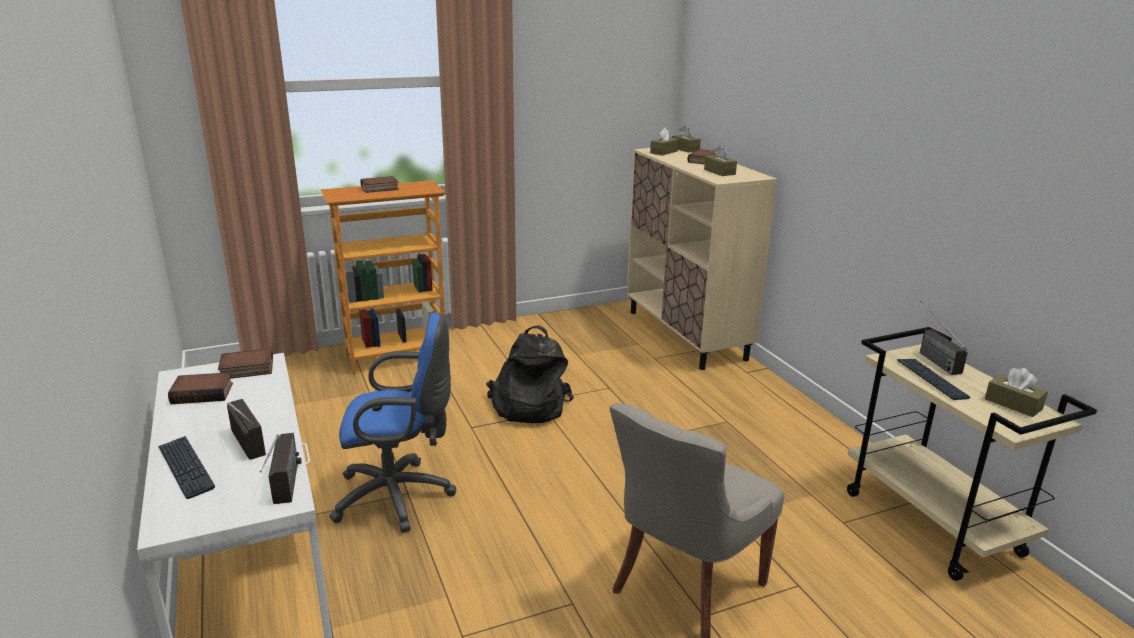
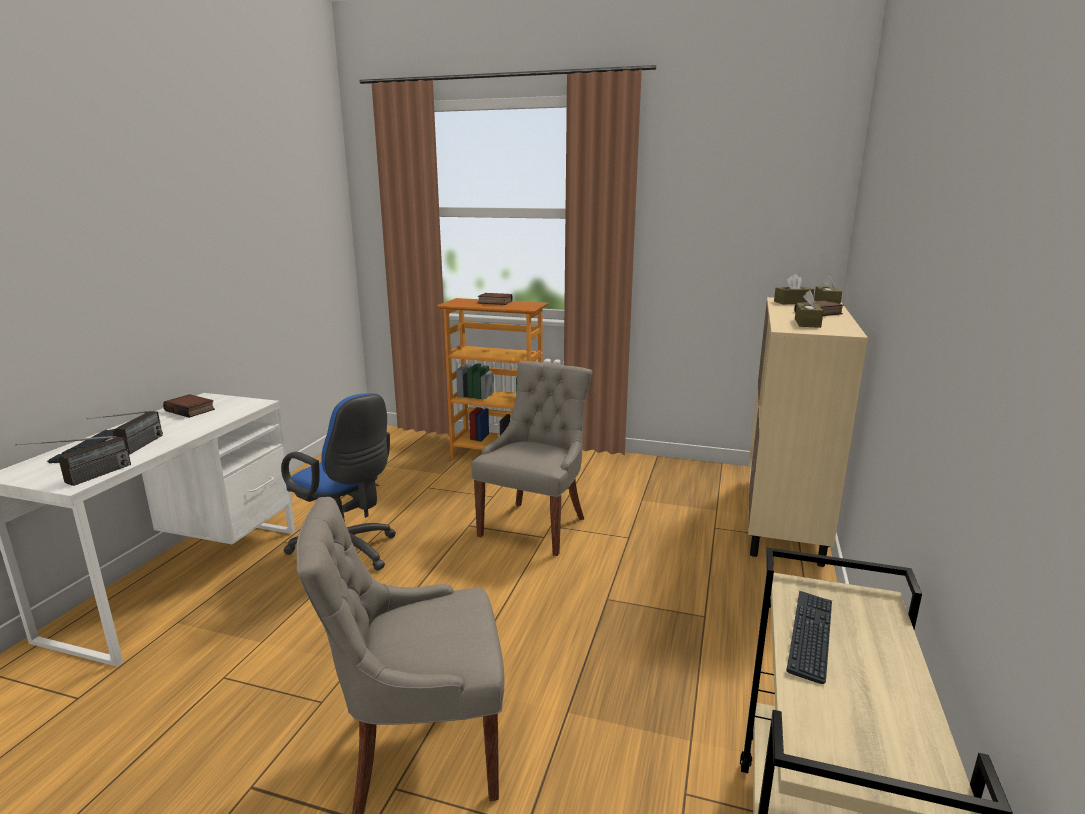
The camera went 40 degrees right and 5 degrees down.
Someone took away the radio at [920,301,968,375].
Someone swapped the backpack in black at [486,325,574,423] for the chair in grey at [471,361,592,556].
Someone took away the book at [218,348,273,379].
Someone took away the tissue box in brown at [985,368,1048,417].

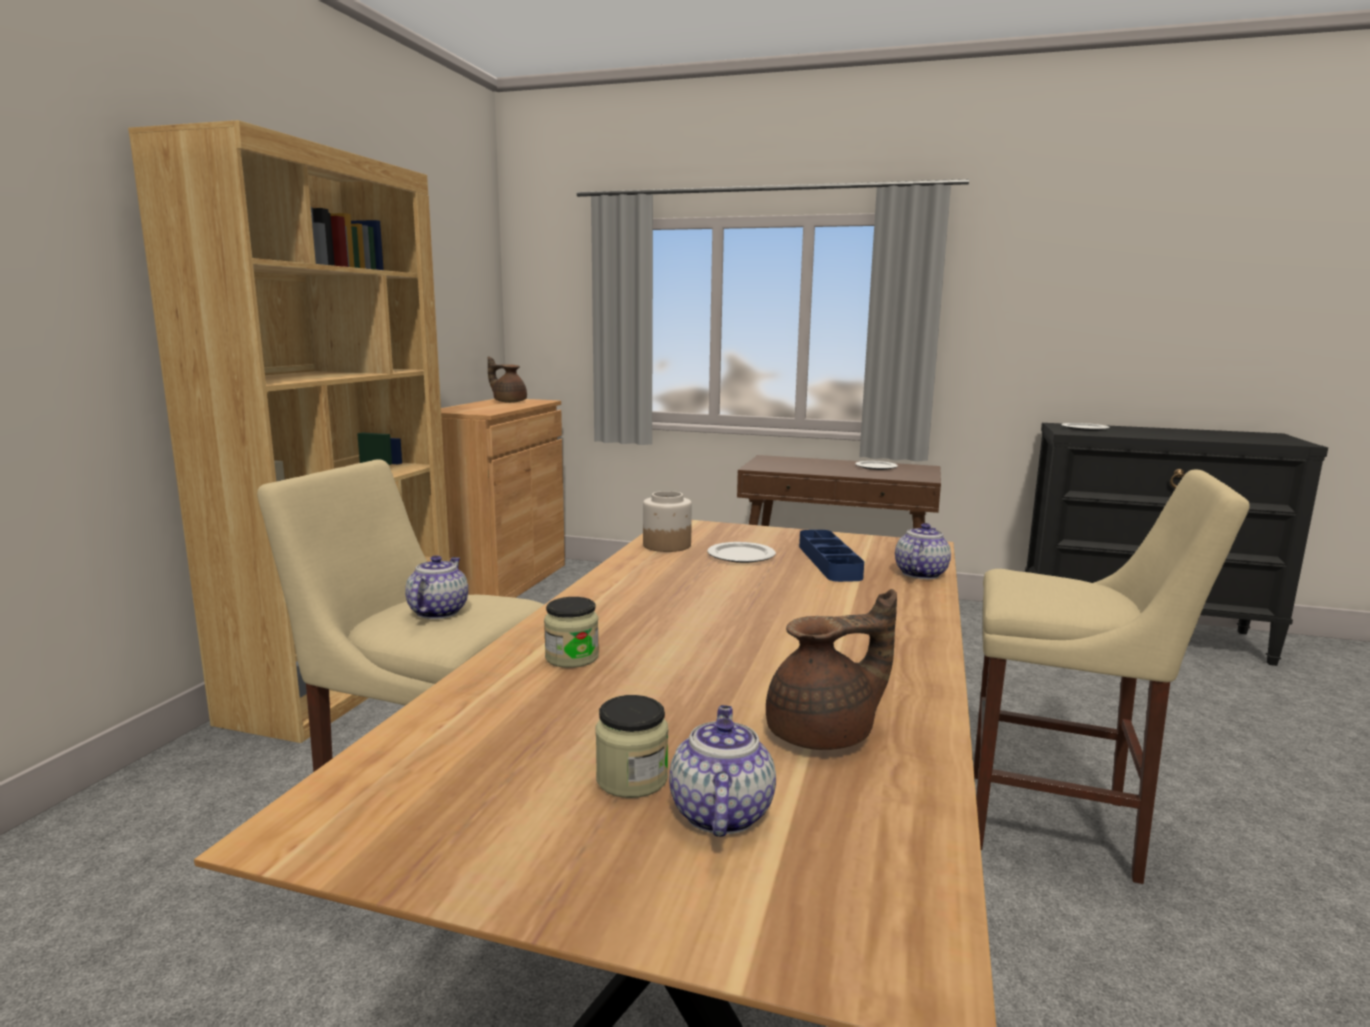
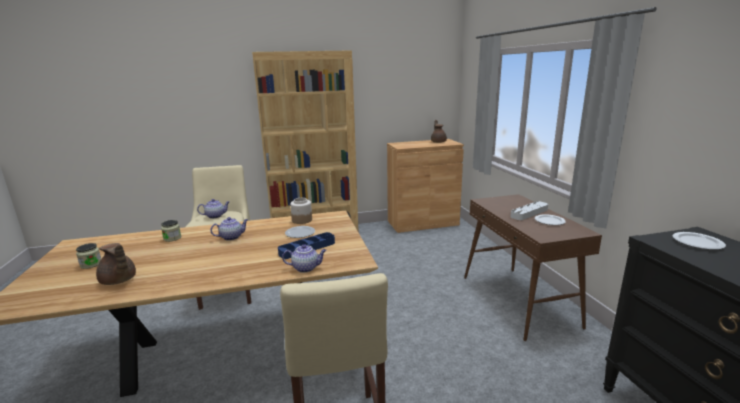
The camera went 60 degrees right and 5 degrees up.
Someone carried the teapot from [669,705,776,837] to [210,217,248,241].
Someone put down the tray in grey at [510,201,548,220].

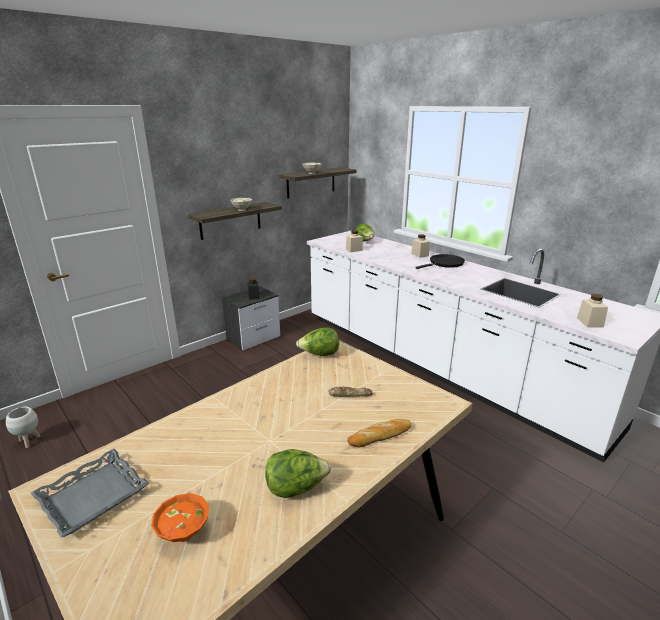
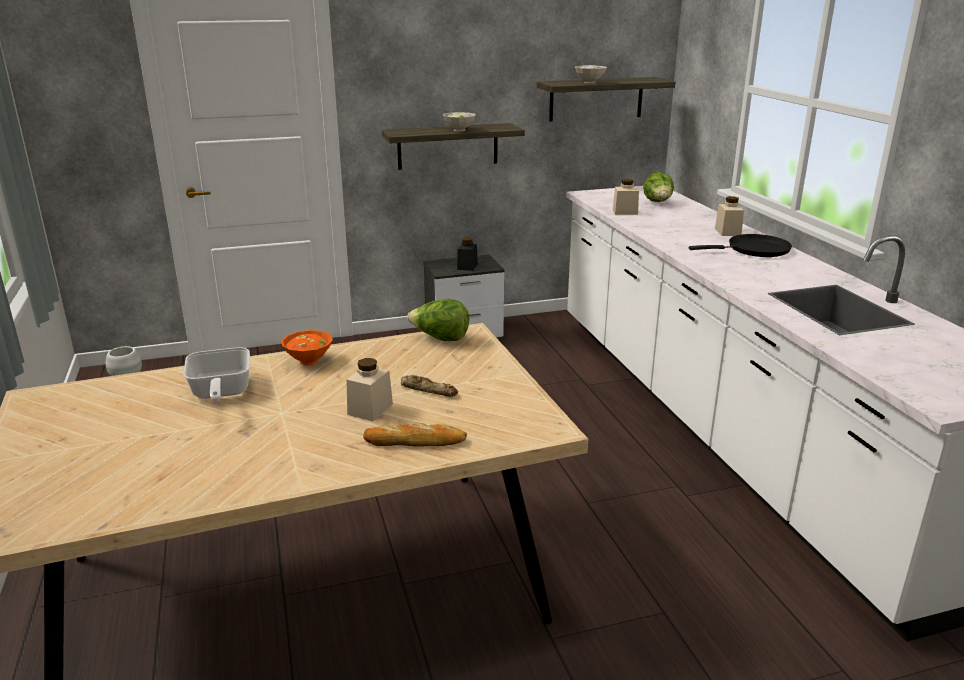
The camera went 25 degrees right and 0 degrees up.
Someone carried the jar in beige from [577,294,608,327] to [346,358,393,421].
Someone took away the tray in grey at [31,449,149,538].
Someone took away the lettuce at [265,449,331,498].
Someone carried the bowl in orange from [151,493,209,542] to [281,330,333,366].
Someone put down the frying pan at [183,347,250,402].

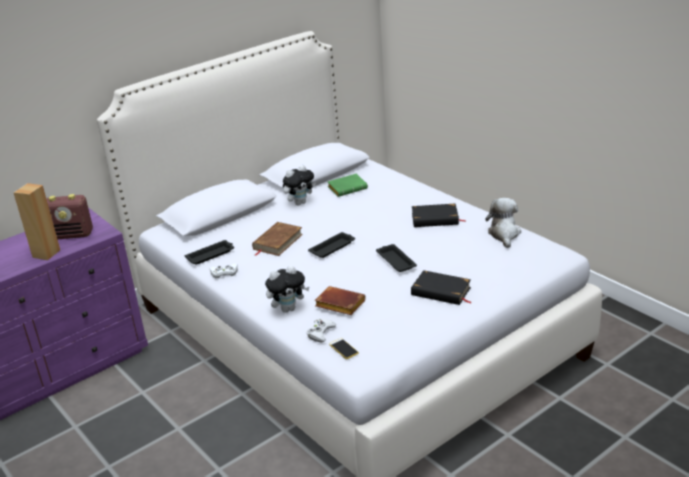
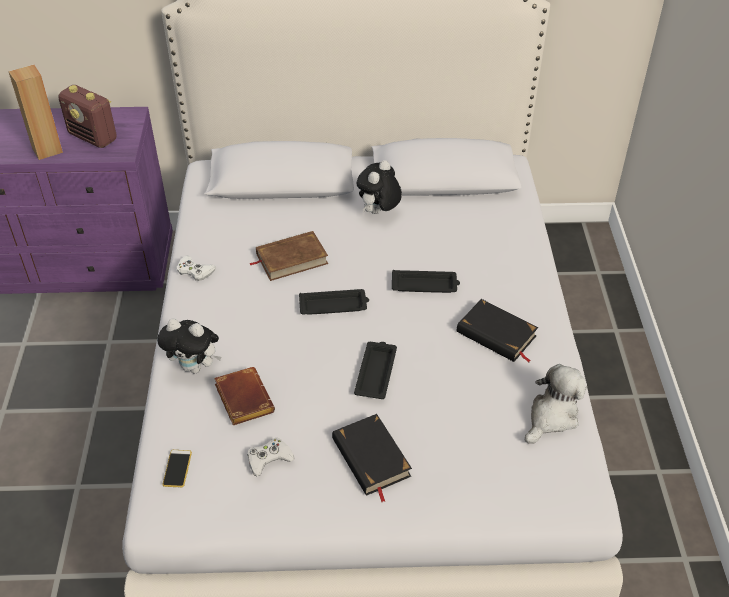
The camera went 35 degrees right and 15 degrees up.
Someone rotated the plush toy at [283,165,316,205] by 120 degrees clockwise.
Someone took away the book in green at [328,174,368,197].
Someone carried the tray in black from [184,240,234,265] to [392,270,460,293].
Someone carried the game controller in white from [306,319,337,342] to [247,438,294,477].

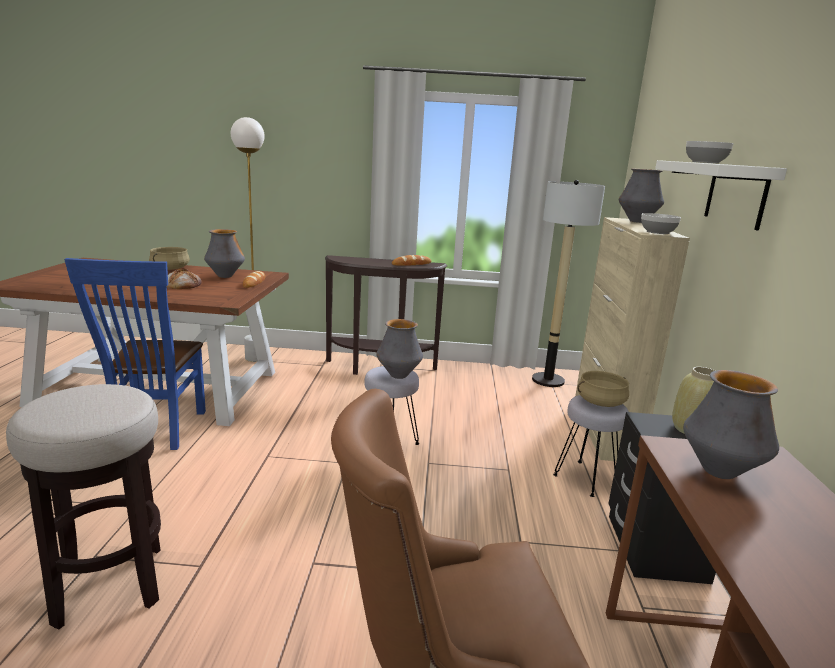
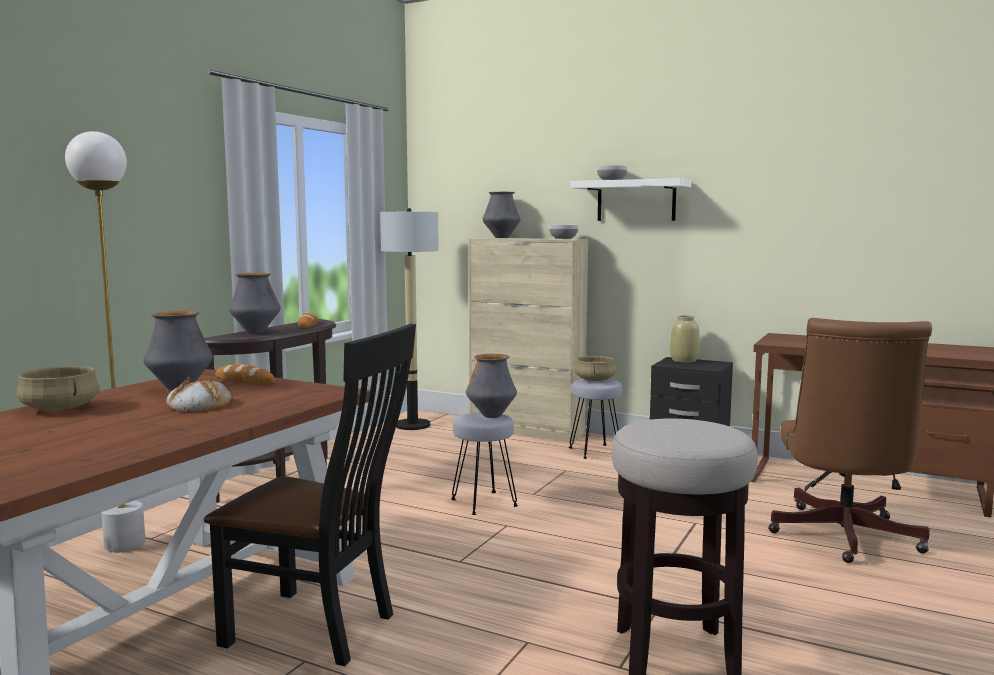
The camera went 65 degrees left and 10 degrees down.
Someone repainted the chair in blue at [64,258,206,450], which became the chair in black at [204,324,416,666].
Someone carried the vase from [683,370,779,479] to [229,273,281,333].

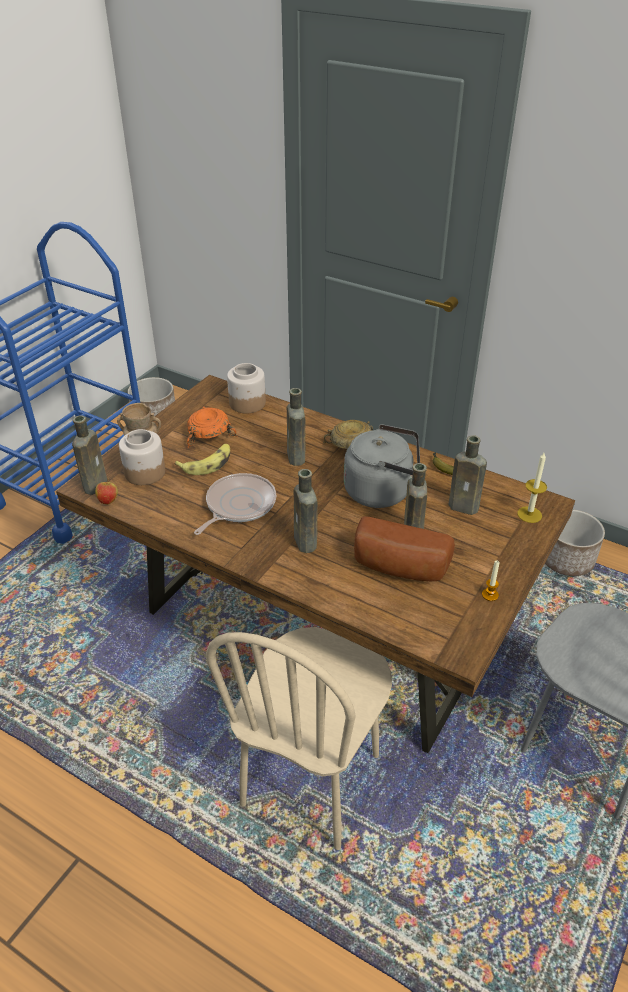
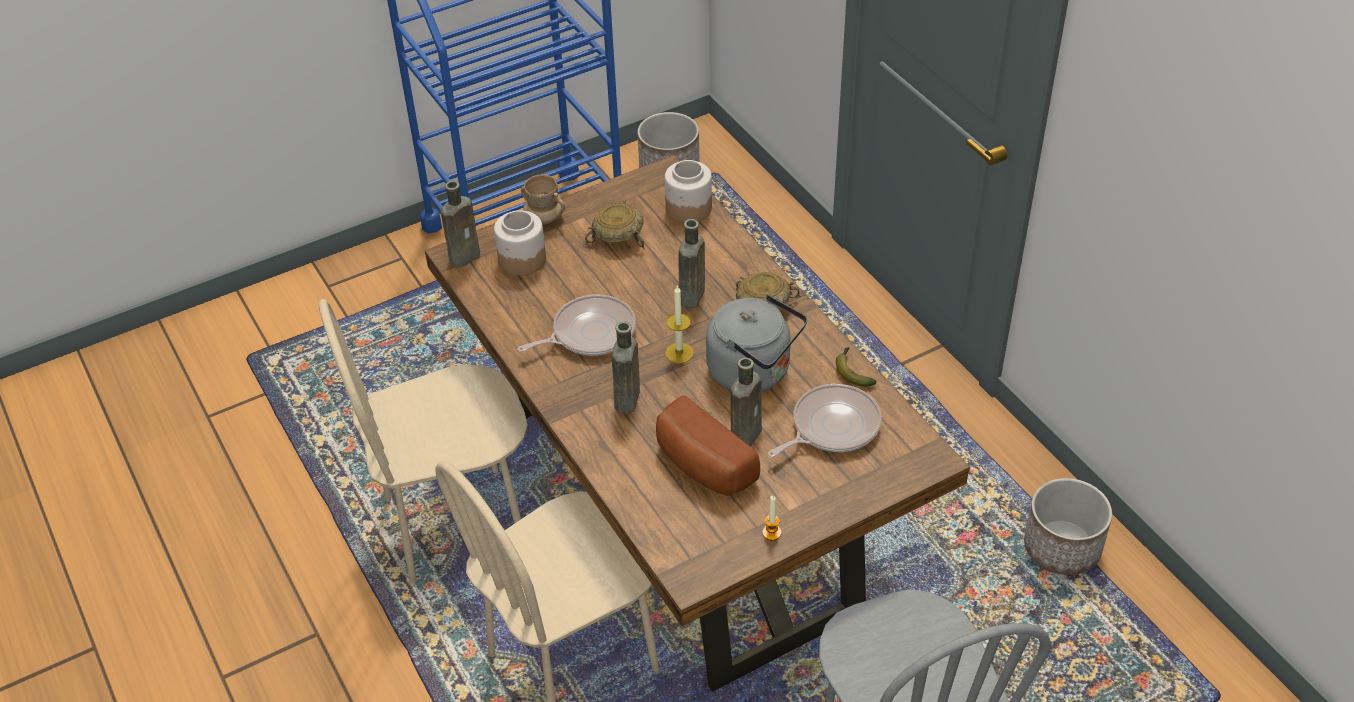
The camera went 30 degrees right and 5 degrees up.
Someone repainted the bowl in orange at [187,406,237,448], which became the bowl in beige at [585,200,645,249].
Someone swapped the bottle in brown at [449,435,487,515] for the frying pan at [768,384,882,457].
Someone took away the banana at [175,444,230,475].
Someone carried the candle from [517,453,547,523] to [665,285,694,364].
Someone took away the apple at [95,479,118,505].
Someone put down the chair in beige at [319,299,527,584].

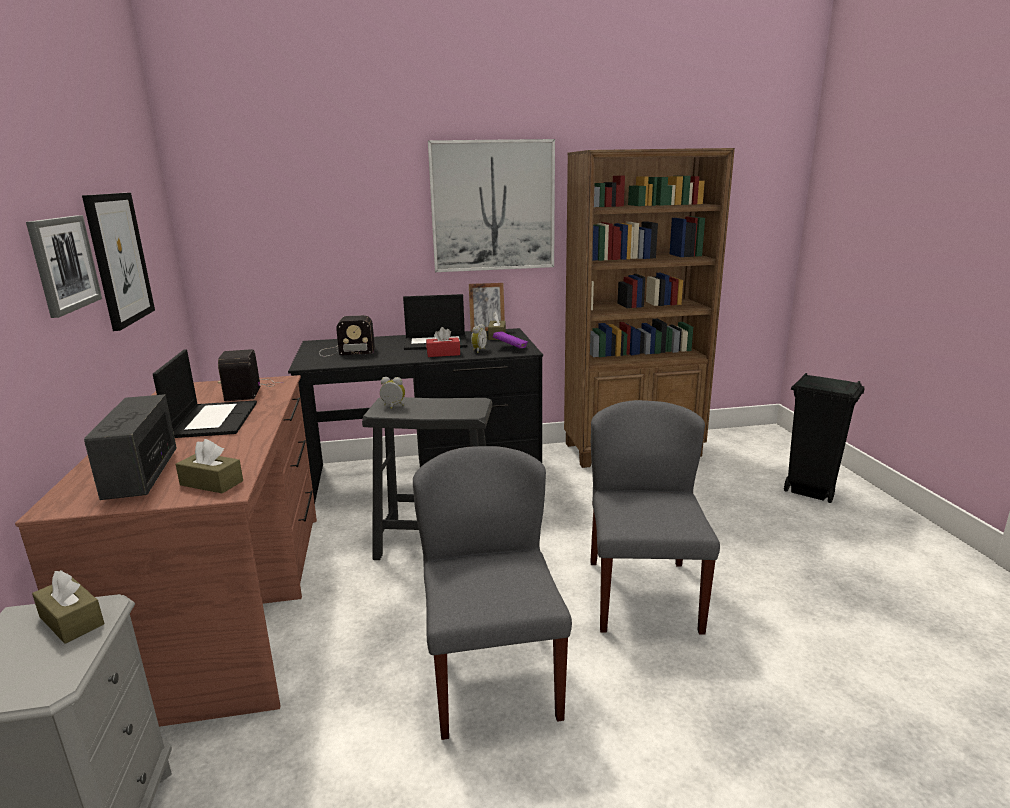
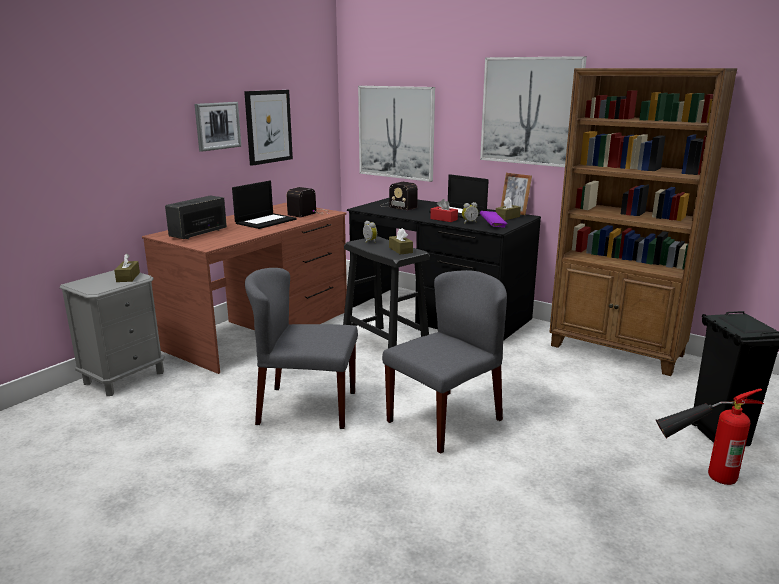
The camera went 45 degrees right and 0 degrees up.
Someone carried the tissue box in brown from [175,439,243,493] to [389,228,413,255].
Someone rotated the chair in grey at [413,446,572,740] by 120 degrees counterclockwise.
Someone put up the picture at [358,86,435,182].
Someone put down the fire extinguisher at [656,388,764,485].

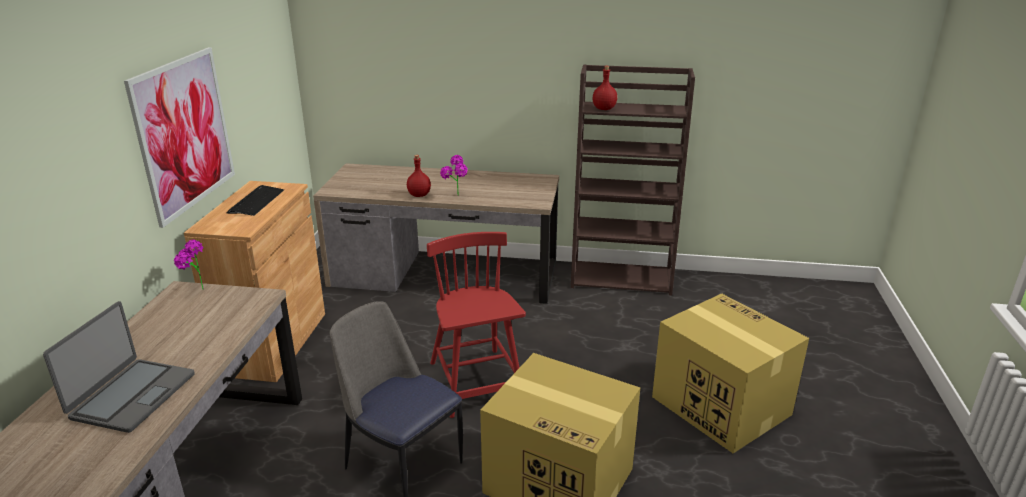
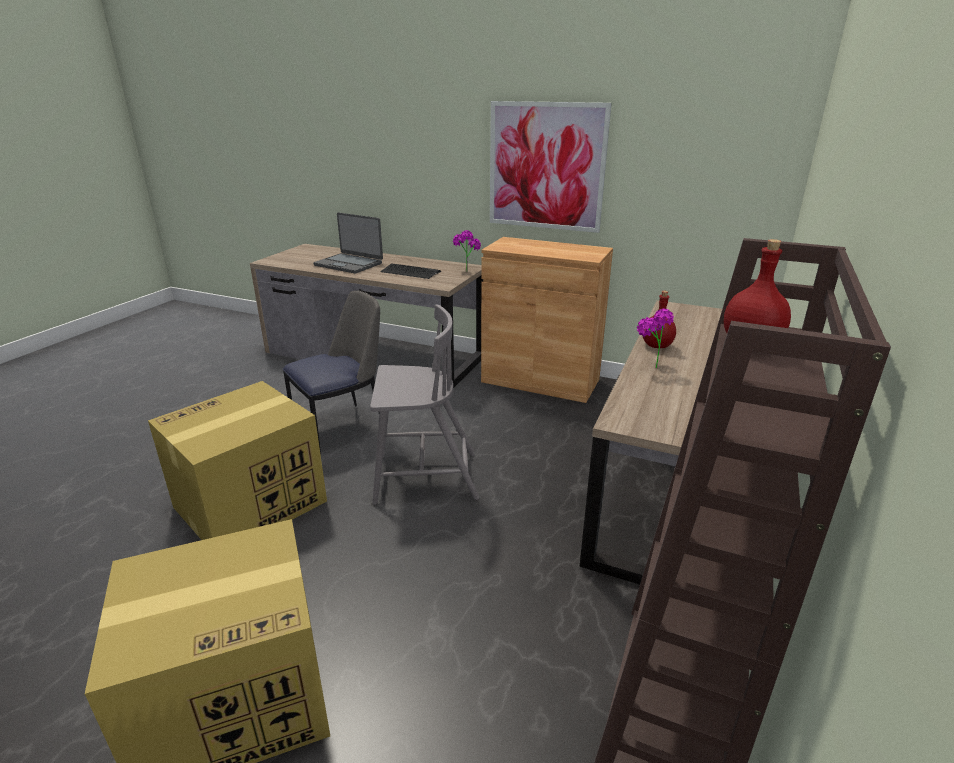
The camera went 105 degrees right and 0 degrees up.
Someone carried the keyboard from [227,185,284,216] to [380,264,441,279].
Someone repainted the chair in red at [427,232,526,418], which became the chair in grey at [370,304,479,505].

